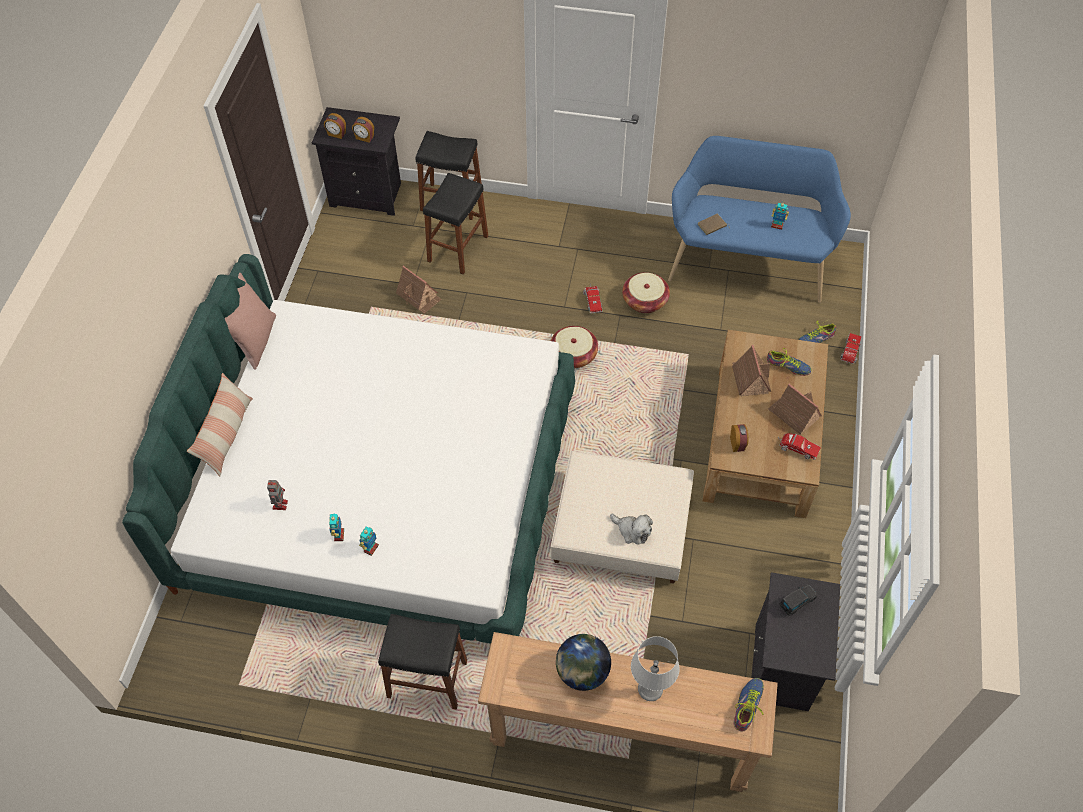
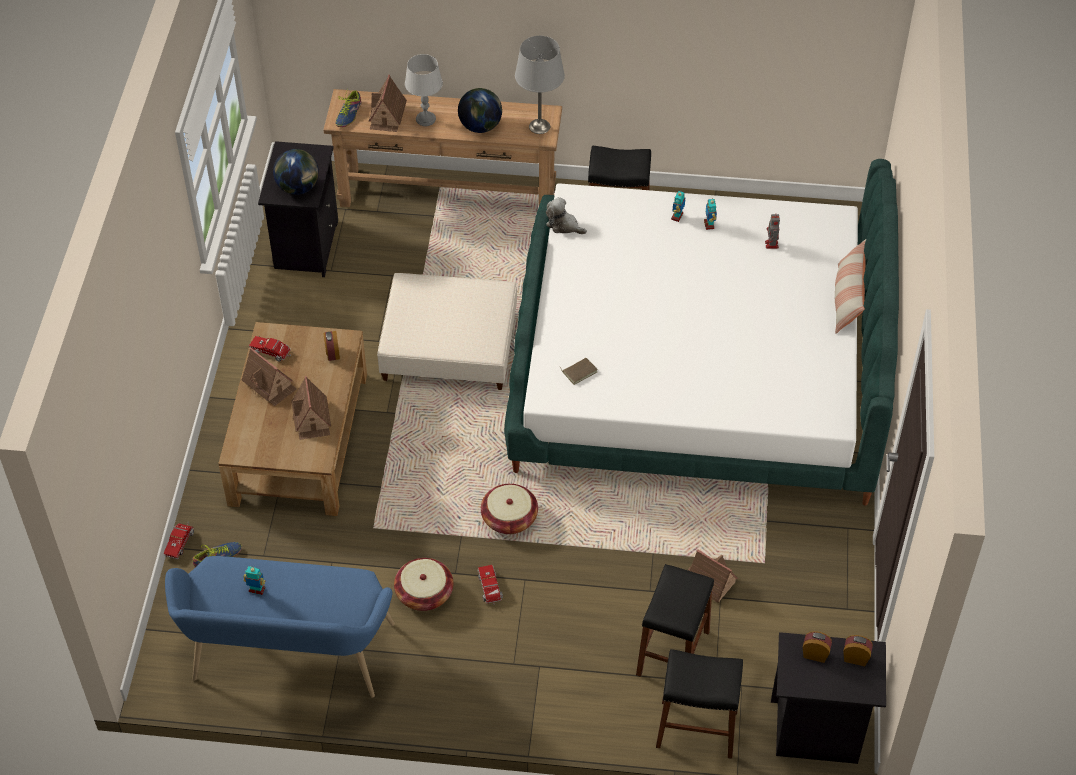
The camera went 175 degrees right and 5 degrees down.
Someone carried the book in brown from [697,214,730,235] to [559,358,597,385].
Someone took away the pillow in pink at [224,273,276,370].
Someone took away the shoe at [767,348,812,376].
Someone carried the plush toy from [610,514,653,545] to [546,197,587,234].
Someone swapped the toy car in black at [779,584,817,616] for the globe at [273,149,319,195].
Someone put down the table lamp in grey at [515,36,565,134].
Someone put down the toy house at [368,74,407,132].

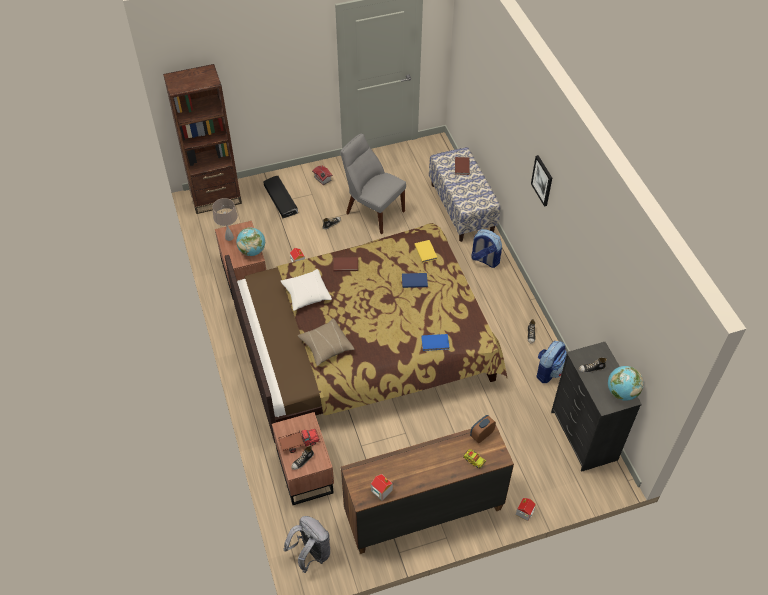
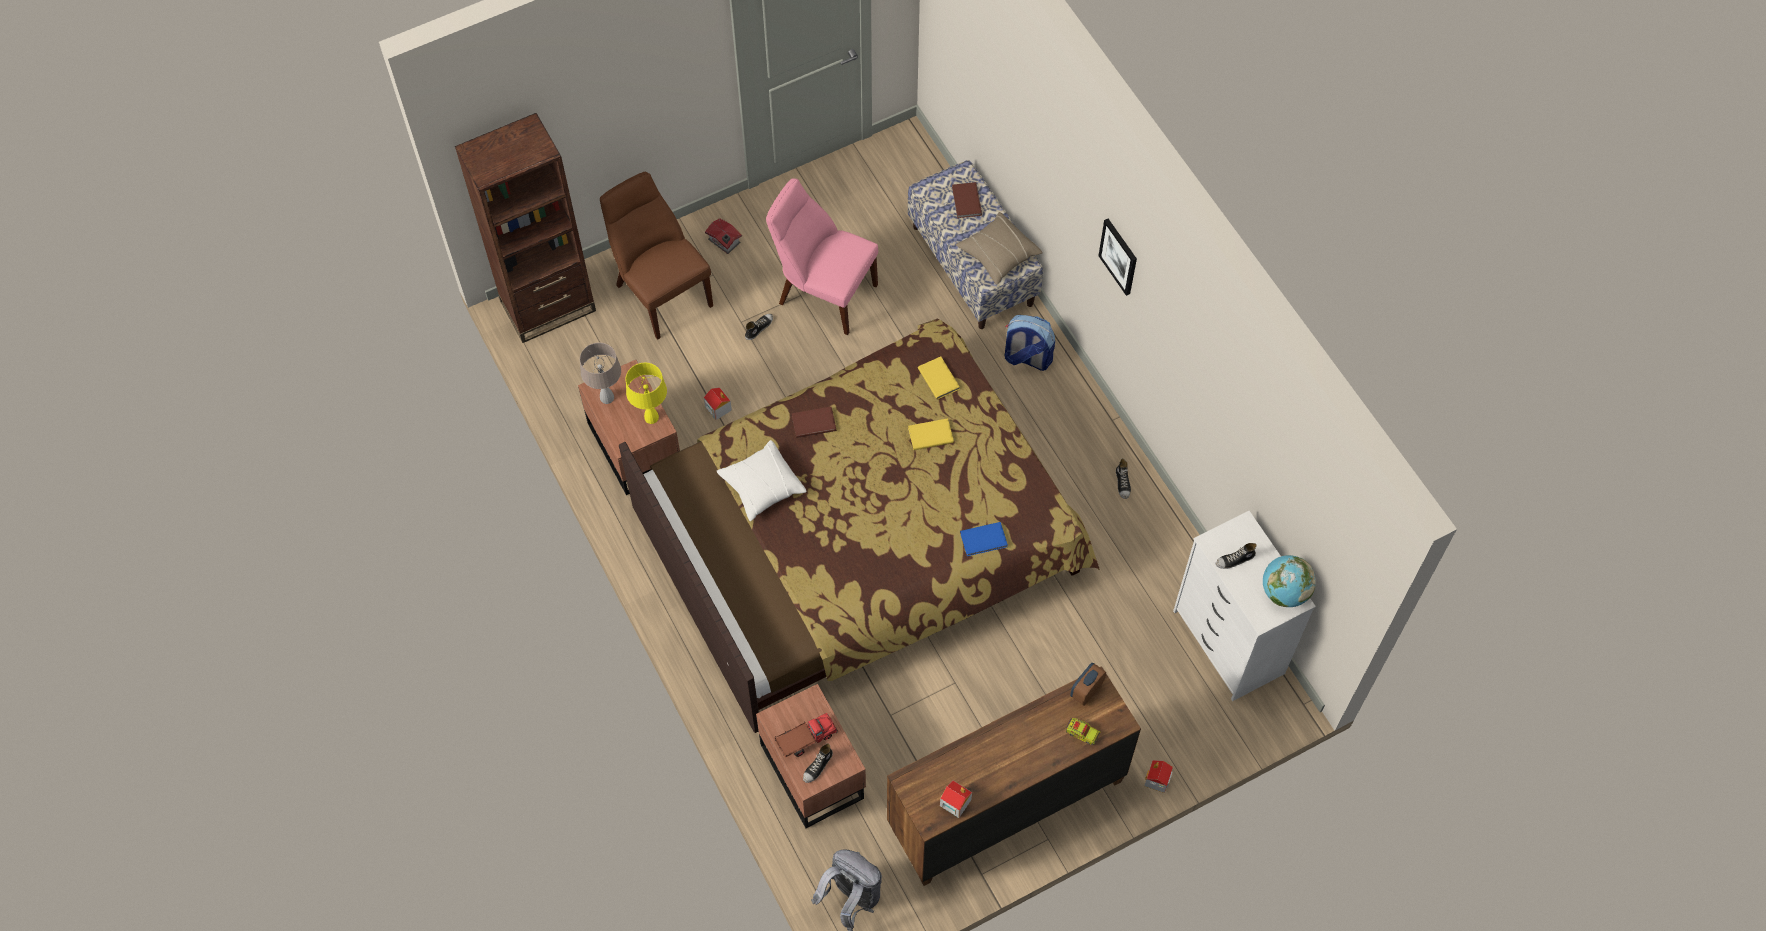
The camera went 10 degrees left and 10 degrees up.
Someone repainted the chair in grey at [341,134,406,234], which became the chair in pink at [766,178,878,335].
Someone swapped the storage box in black at [263,176,298,218] for the chair in brown at [600,172,713,340].
Someone swapped the globe at [236,228,265,256] for the table lamp in yellow at [626,362,667,424].
Someone repainted the book in blue at [402,273,428,288], which became the book in yellow at [908,418,954,450].
Someone carried the pillow in beige from [298,318,354,366] to [956,212,1043,284].
Someone took away the backpack at [536,341,567,383].
Someone repainted the dresser in black at [551,342,642,472], which became the dresser in white at [1173,511,1316,701].

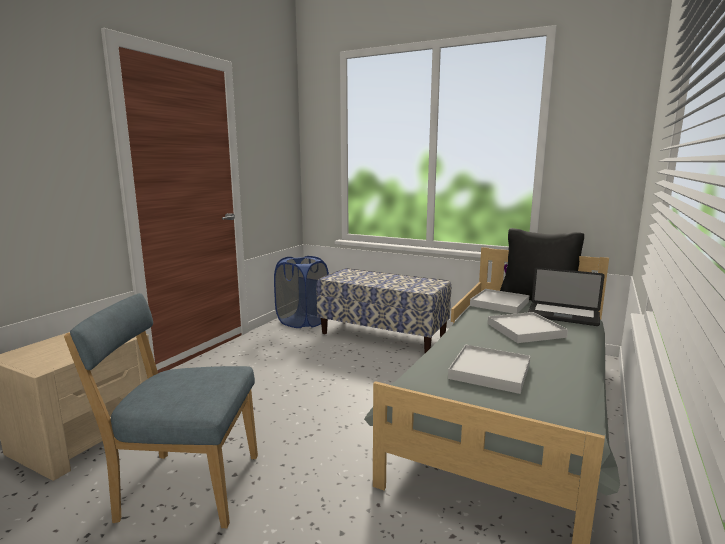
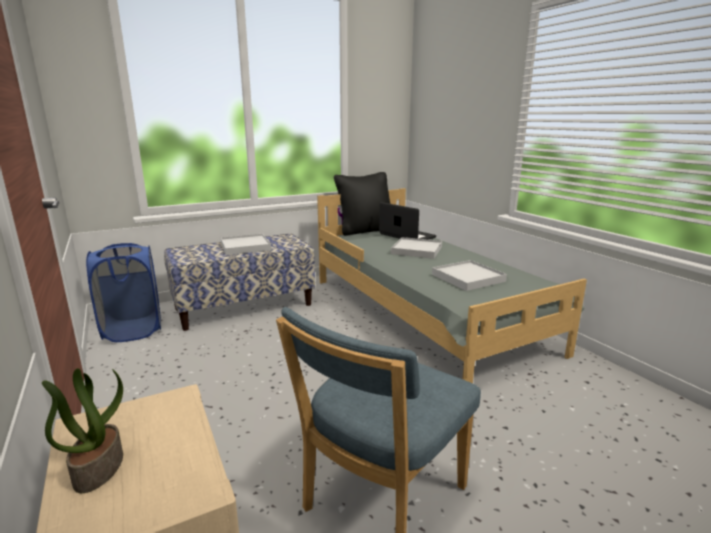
The camera went 55 degrees left and 5 degrees up.
Someone rotated the laptop at [527,267,605,326] by 105 degrees counterclockwise.
Someone carried the tray in white from [470,289,529,314] to [221,234,271,255].
Someone put down the potted plant at [42,368,123,493].

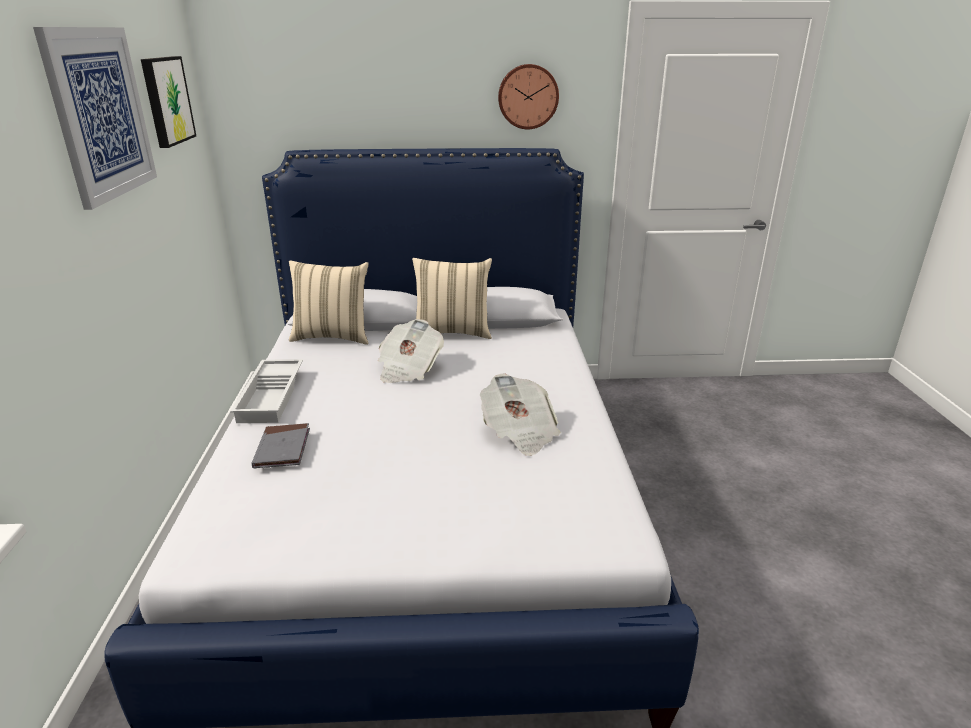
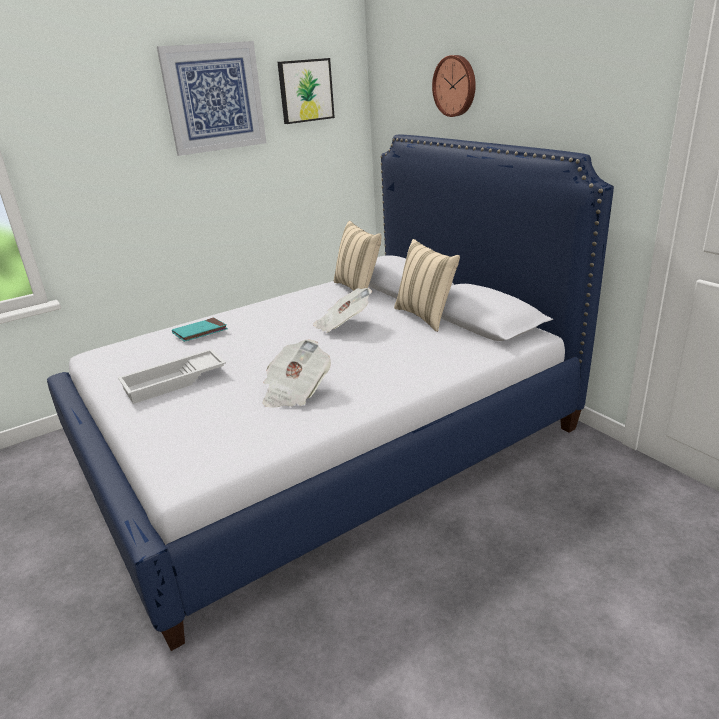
The camera went 60 degrees right and 0 degrees up.
Someone carried the wall clock from [498,64,559,129] to [432,55,476,117].
Someone carried the tray in white from [230,359,303,423] to [118,349,226,404].
Someone repainted the book in grey at [252,423,310,469], which became the book in turquoise at [172,317,228,342].

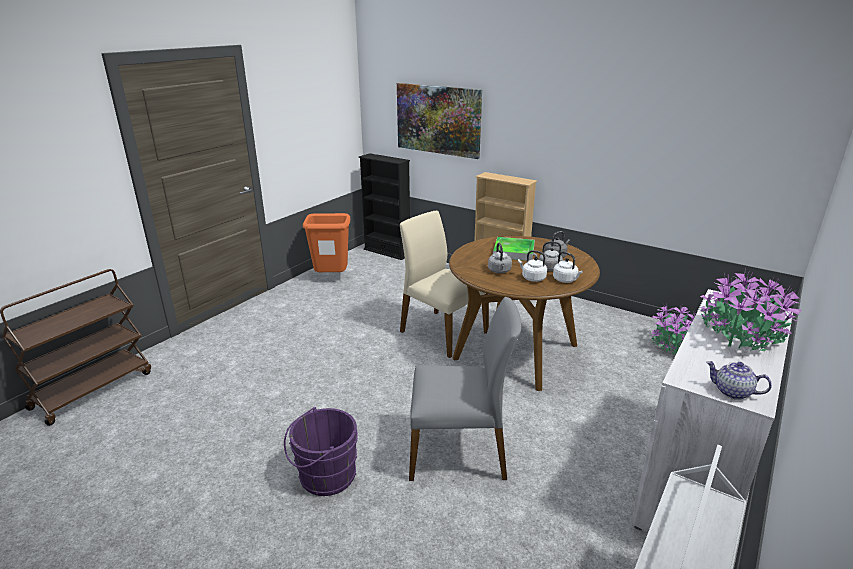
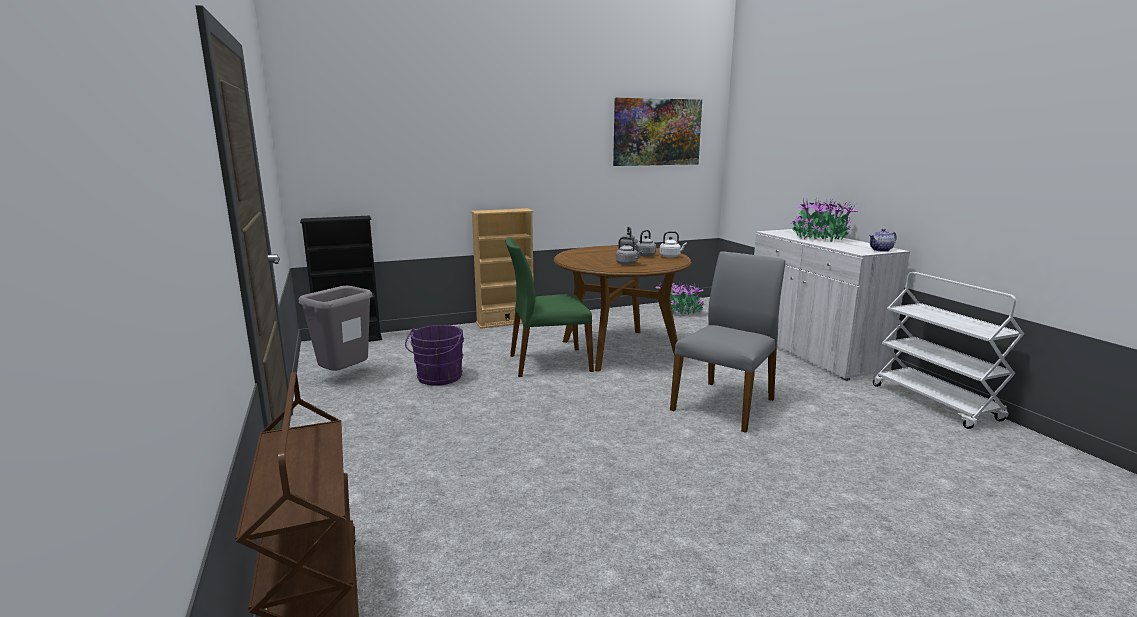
The camera went 55 degrees left and 10 degrees down.
Someone carried the picture from [397,83,482,159] to [613,98,702,166].
Someone repainted the chair in beige at [400,211,489,358], which became the chair in green at [505,237,594,377].
Someone repainted the trash can in orange at [303,213,351,272], which became the trash can in grey at [299,286,373,371].
Someone took away the tray at [493,237,535,261].
Someone took away the kettle in white at [518,250,547,282].
Someone carried the bucket in purple from [284,407,358,496] to [405,325,464,386].

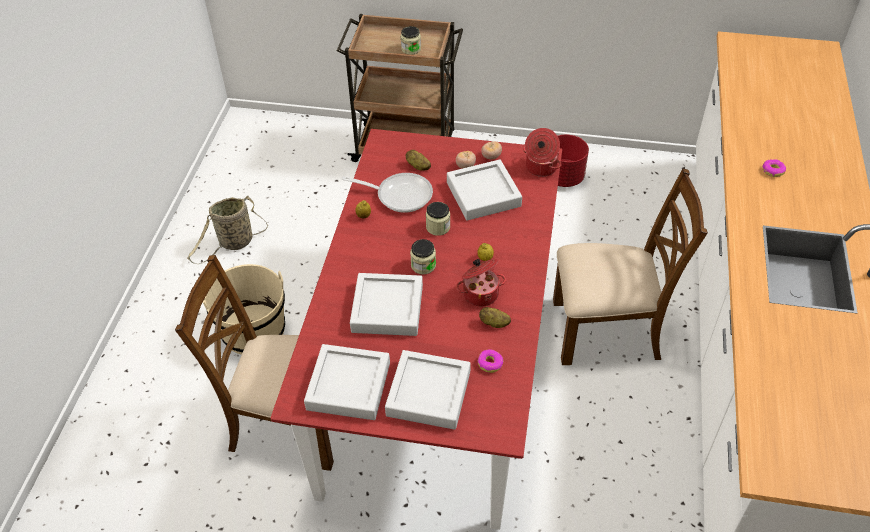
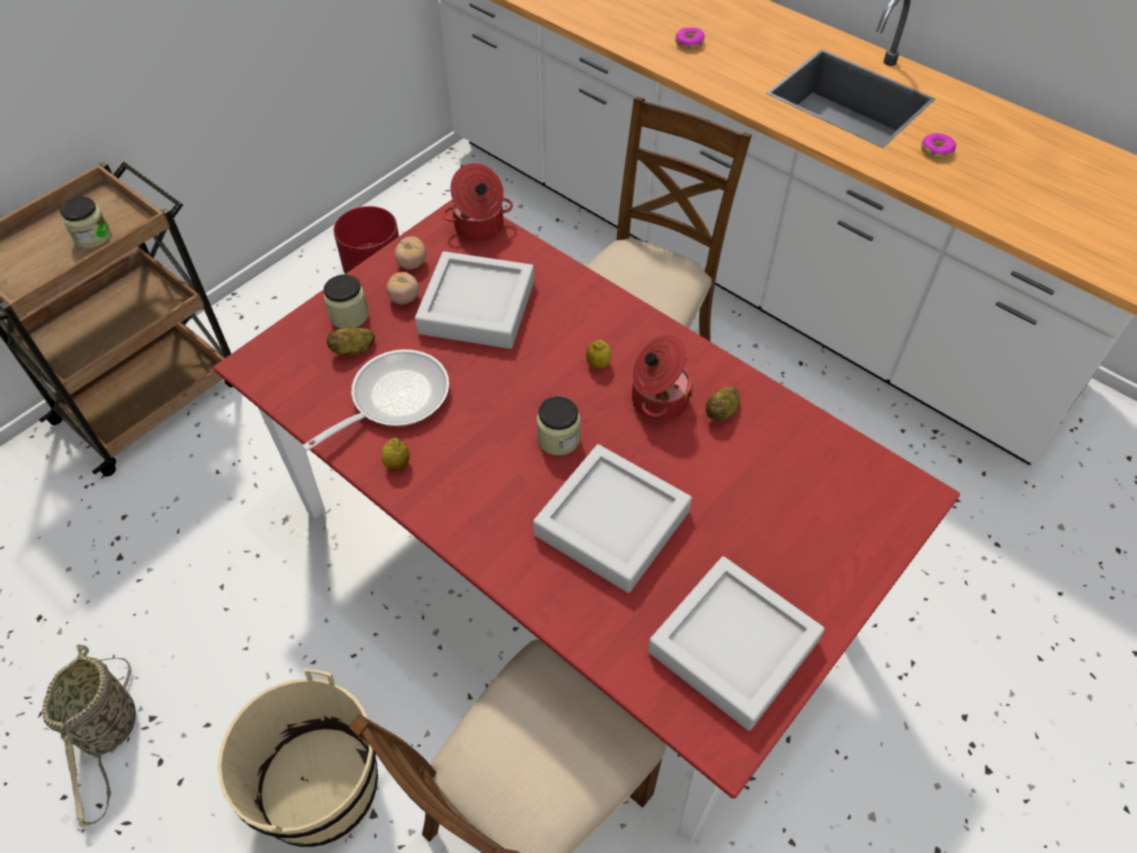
The camera went 60 degrees left and 5 degrees up.
Someone carried the jar from [426,202,450,236] to [324,274,369,329].
Someone carried the donut from [478,349,504,373] to [921,133,956,159].
Someone took away the tray in grey at [385,350,471,430].

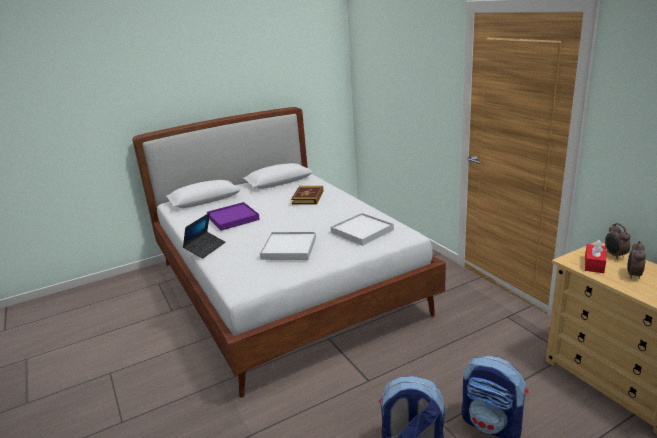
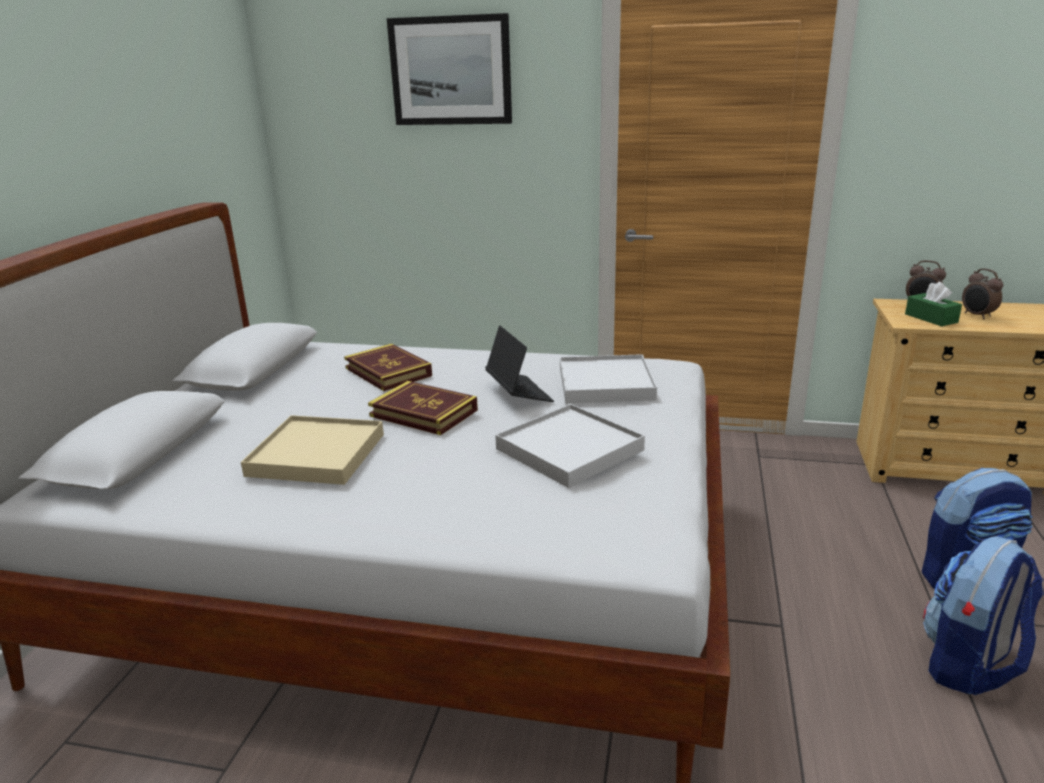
The camera went 50 degrees left and 0 degrees up.
Someone repainted the tray in purple at [207,202,260,231], which became the tray in beige at [241,415,384,485].
Someone carried the laptop from [183,213,225,259] to [485,326,554,402].
Someone repainted the tissue box in red at [585,239,606,273], which became the tissue box in green at [905,282,962,326].
Someone put up the picture at [387,13,512,125].
Someone put down the book at [368,381,478,435].

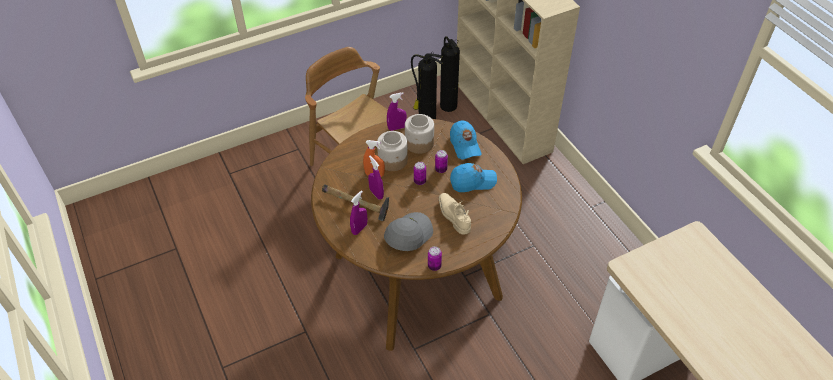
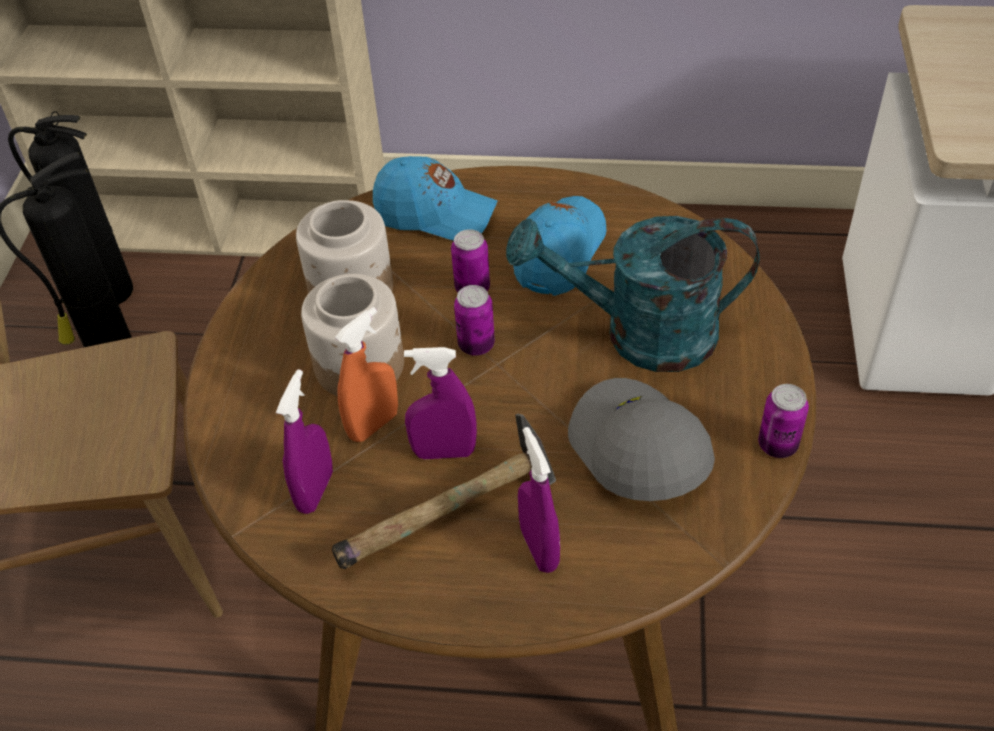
The camera went 55 degrees left and 0 degrees up.
Someone carried the spray bottle in purple from [387,92,407,131] to [276,369,333,514].
Someone swapped the shoe in beige at [439,193,471,234] for the watering can in turquoise at [506,216,760,372].

